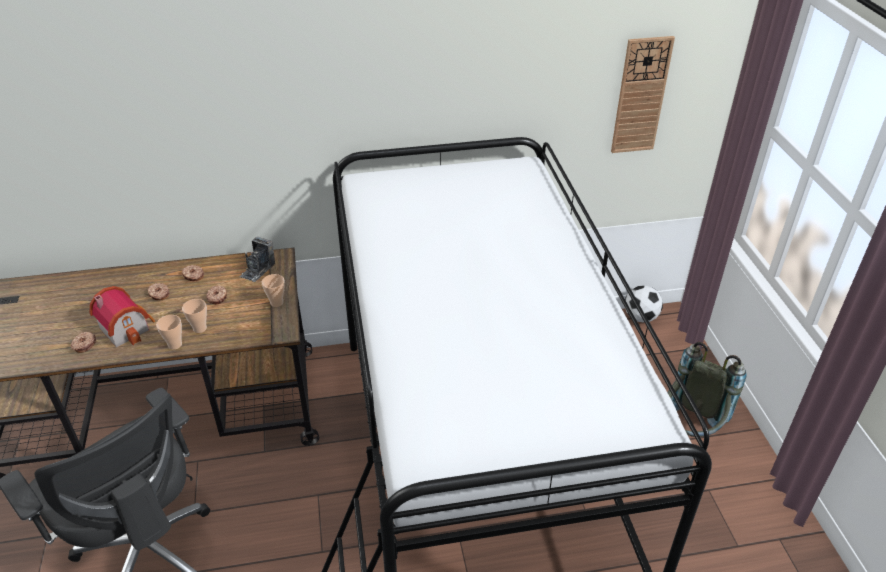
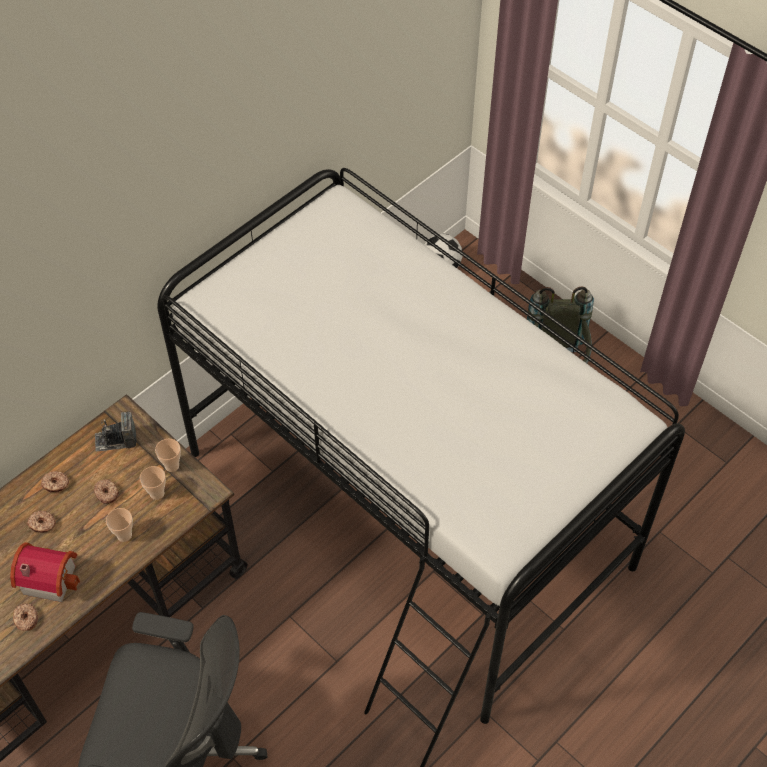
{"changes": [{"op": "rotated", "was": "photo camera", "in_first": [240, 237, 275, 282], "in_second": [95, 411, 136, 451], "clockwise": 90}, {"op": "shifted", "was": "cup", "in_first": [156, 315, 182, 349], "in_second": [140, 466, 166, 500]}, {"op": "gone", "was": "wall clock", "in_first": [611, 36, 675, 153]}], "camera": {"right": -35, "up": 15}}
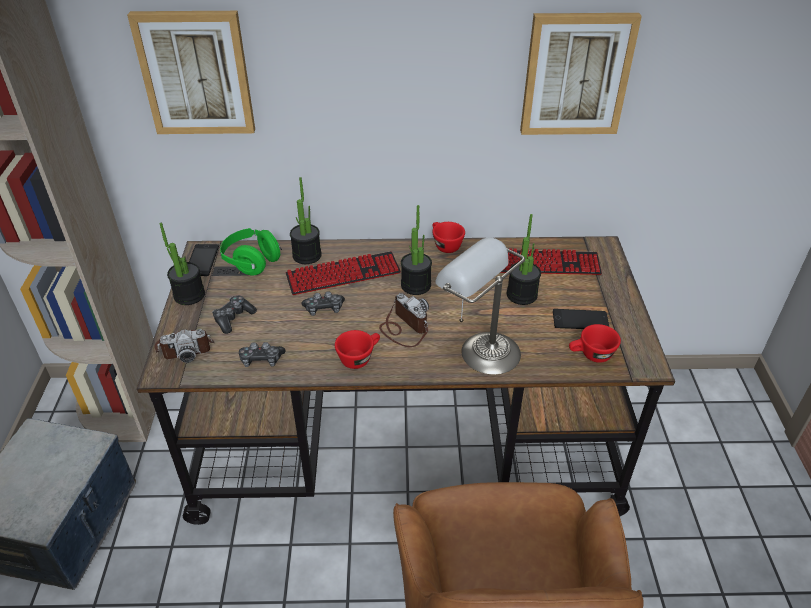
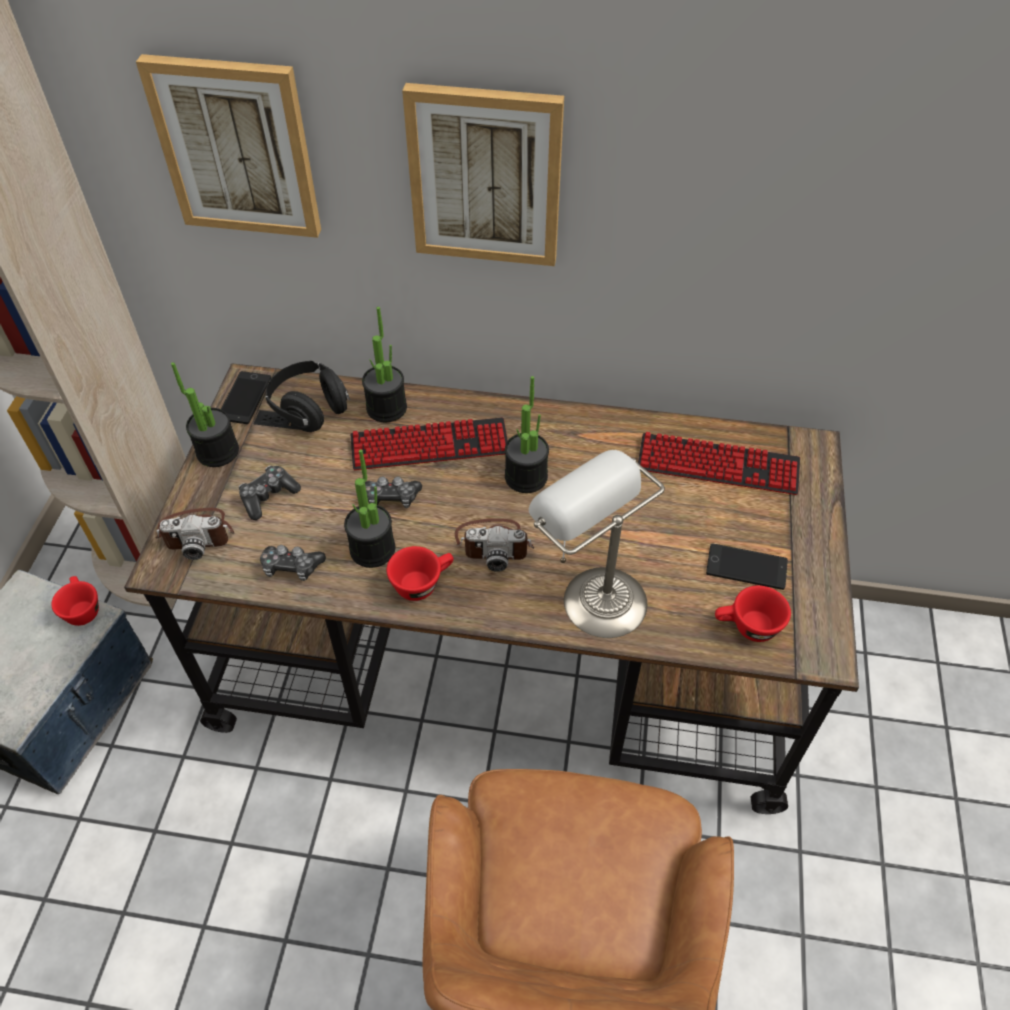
{"changes": [{"op": "shifted", "was": "cup (red-coloured)", "in_first": [432, 222, 465, 253], "in_second": [51, 576, 99, 626]}, {"op": "repainted", "was": "headphones (green)", "now": "headphones (black)", "in_first": [220, 228, 282, 275], "in_second": [265, 361, 350, 432]}, {"op": "shifted", "was": "houseplant", "in_first": [507, 214, 541, 305], "in_second": [344, 449, 395, 568]}, {"op": "shifted", "was": "wall picture", "in_first": [520, 13, 642, 135], "in_second": [402, 83, 564, 266]}, {"op": "rotated", "was": "photo camera", "in_first": [379, 293, 429, 347], "in_second": [455, 518, 534, 572], "clockwise": 120}], "camera": {"right": 10, "up": 10}}
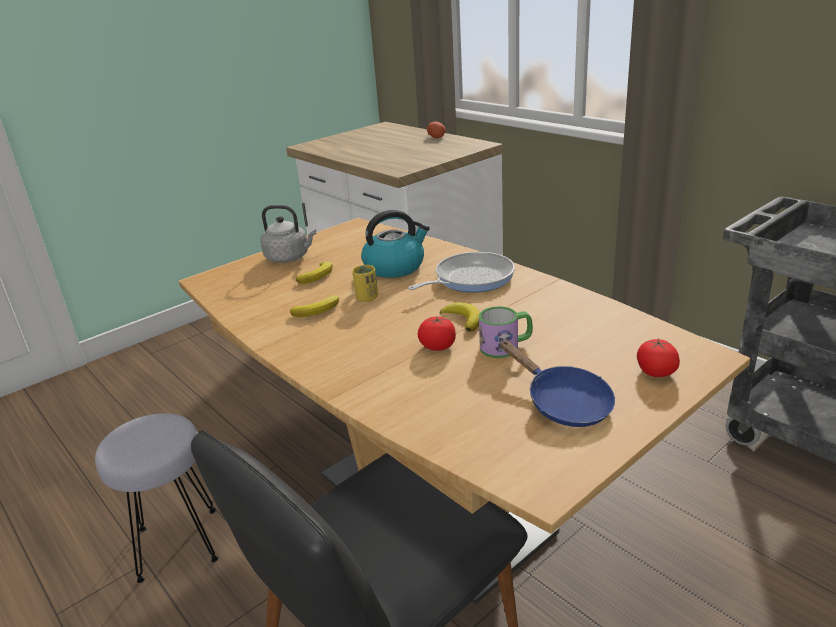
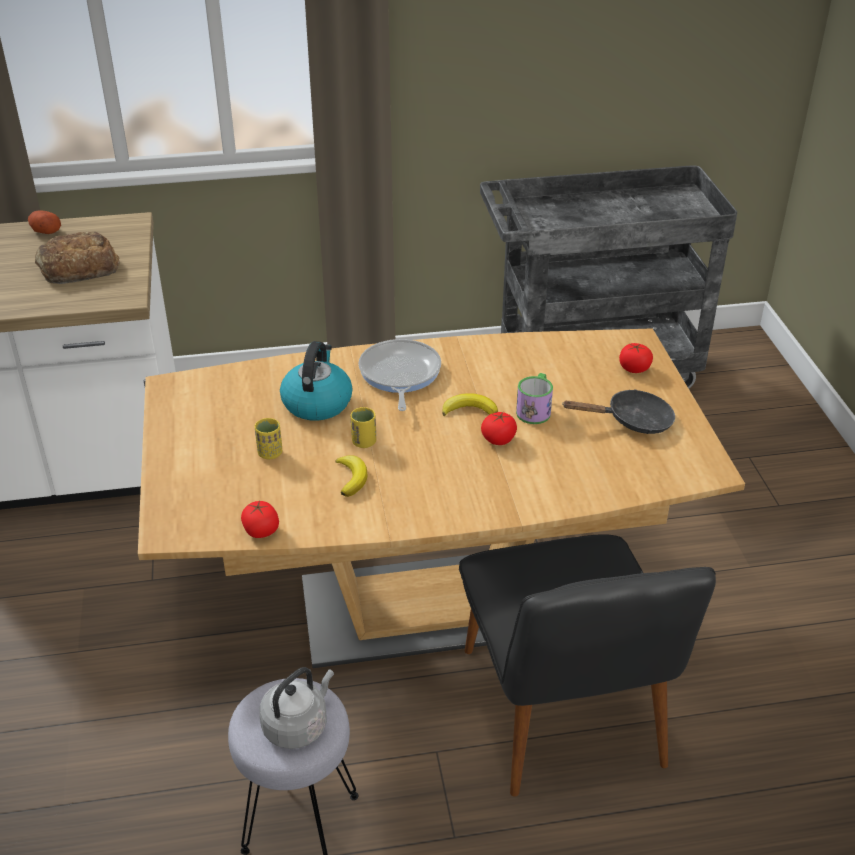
{"changes": [{"op": "new", "now": "bread", "in_second": [35, 232, 120, 284]}, {"op": "new", "now": "tomato", "in_second": [241, 500, 279, 538]}, {"op": "swapped", "was": "banana", "now": "cup (yellow)", "in_first": [296, 261, 333, 284], "in_second": [254, 418, 282, 459]}, {"op": "shifted", "was": "water kettle (greyish)", "in_first": [260, 205, 316, 263], "in_second": [259, 667, 334, 749]}, {"op": "repainted", "was": "frying pan (blue)", "now": "frying pan (black)", "in_first": [500, 340, 615, 427], "in_second": [562, 389, 675, 434]}], "camera": {"right": -60, "up": 10}}
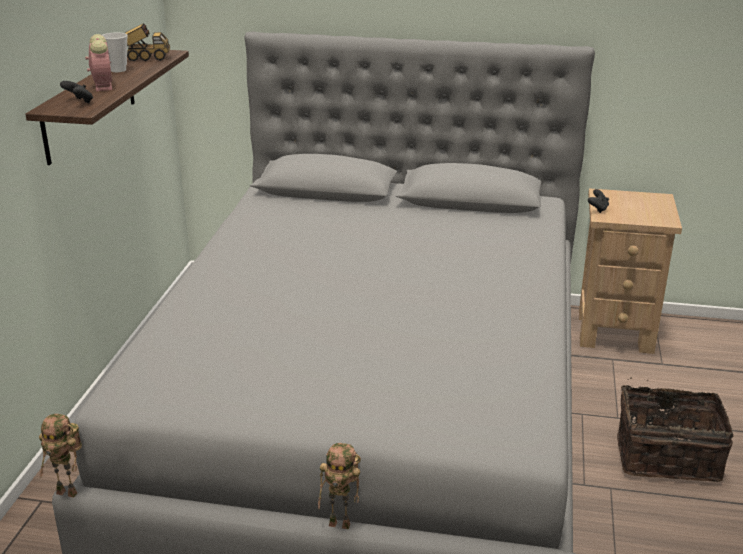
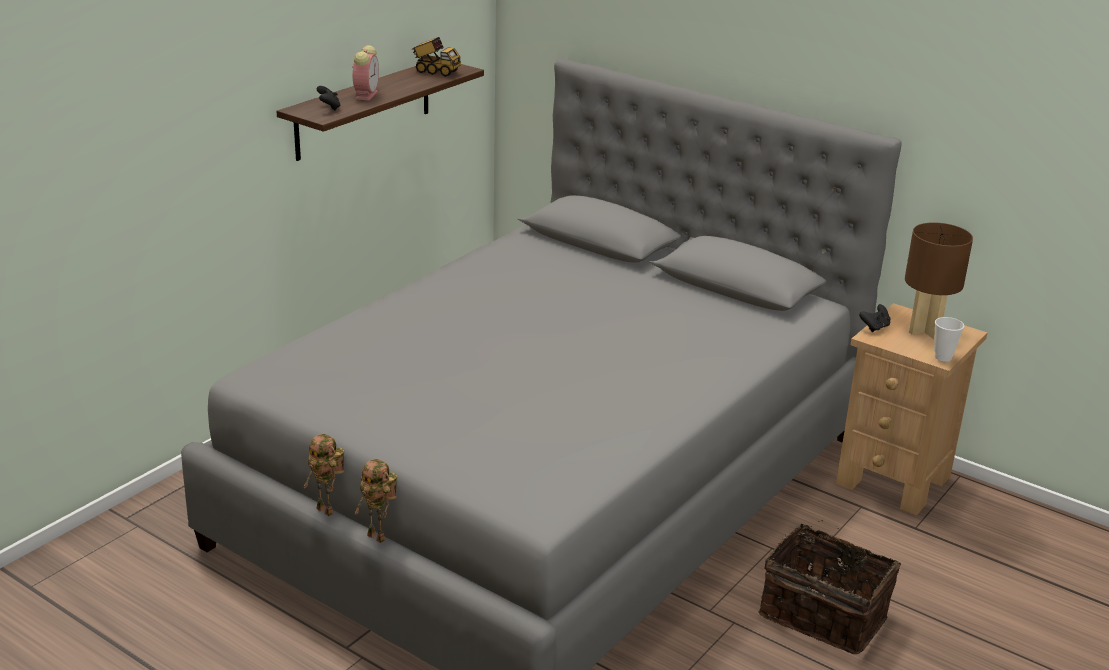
{"changes": [{"op": "shifted", "was": "robot figure", "in_first": [39, 414, 82, 498], "in_second": [303, 434, 344, 516]}, {"op": "new", "now": "tabletop lamp (brownish)", "in_second": [905, 222, 973, 339]}, {"op": "shifted", "was": "cup", "in_first": [102, 32, 128, 72], "in_second": [934, 317, 965, 362]}], "camera": {"right": 25, "up": 0}}
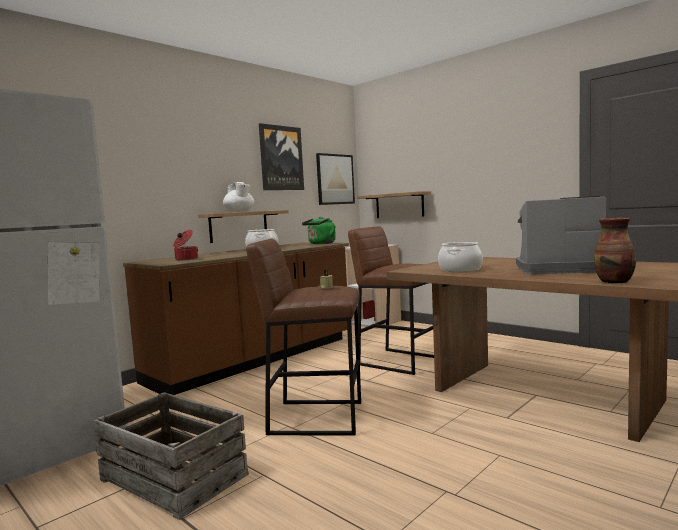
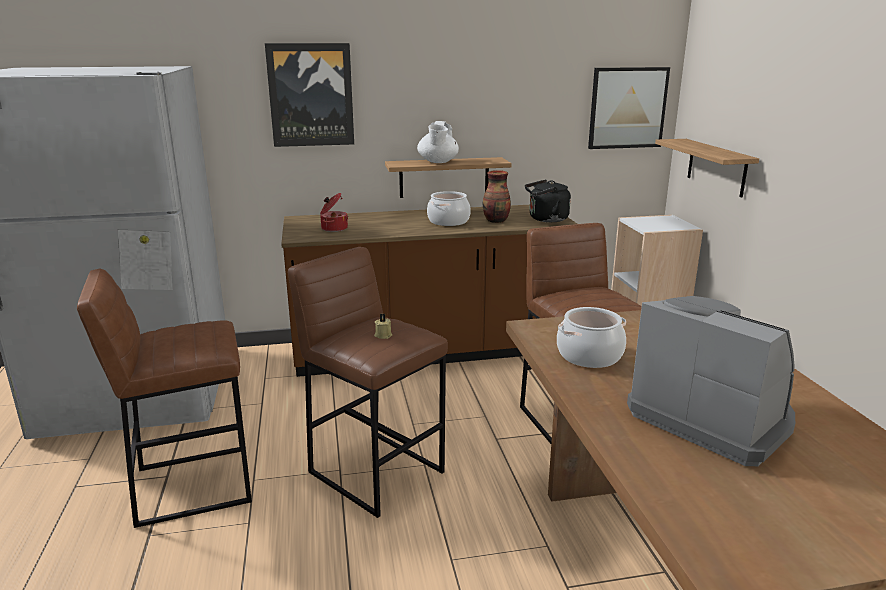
{"changes": [{"op": "swapped", "was": "crate", "now": "stool (brownish)", "in_first": [94, 392, 249, 520], "in_second": [77, 268, 252, 528]}, {"op": "shifted", "was": "wall picture", "in_first": [259, 123, 304, 190], "in_second": [265, 43, 354, 147]}, {"op": "shifted", "was": "vase", "in_first": [594, 218, 636, 283], "in_second": [483, 170, 511, 223]}, {"op": "repainted", "was": "water kettle (green)", "now": "water kettle (black)", "in_first": [302, 217, 336, 244], "in_second": [525, 180, 571, 222]}], "camera": {"right": 35, "up": 15}}
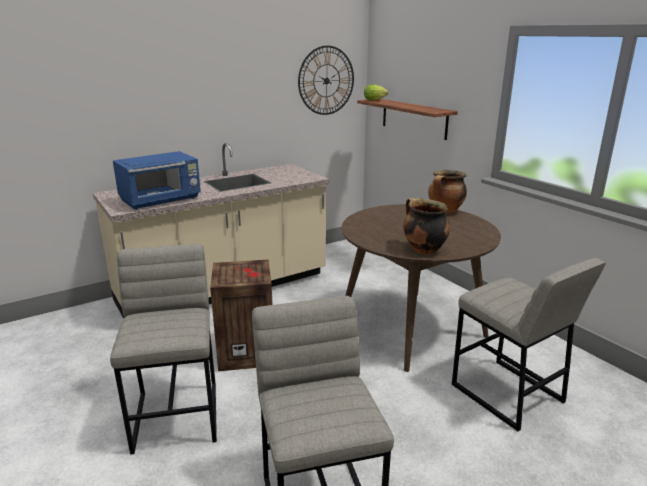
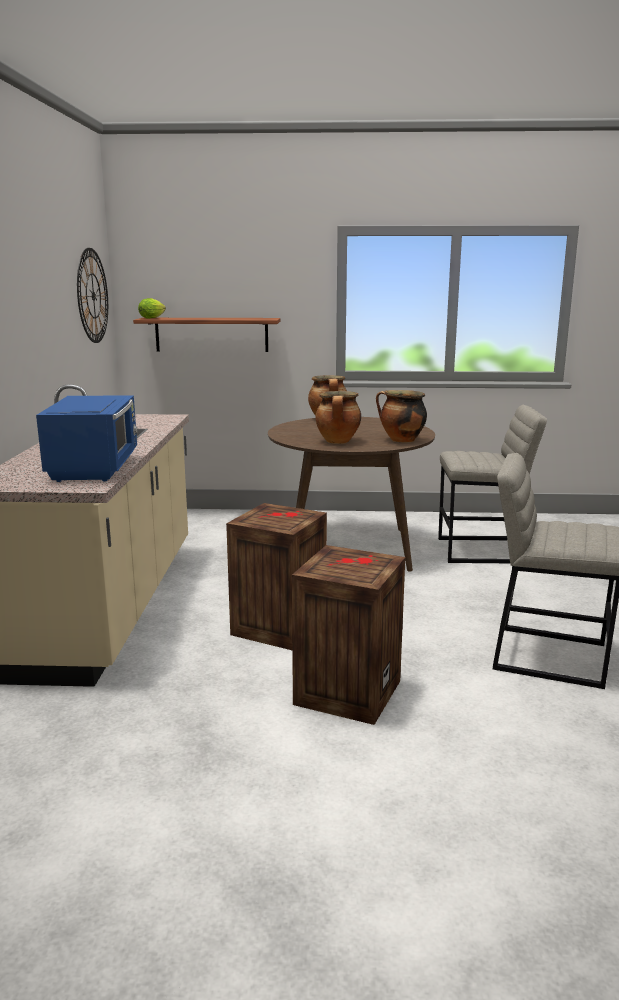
{"changes": [{"op": "swapped", "was": "chair (greyish)", "now": "crate", "in_first": [110, 244, 217, 455], "in_second": [292, 545, 405, 725]}, {"op": "new", "now": "saucepot", "in_second": [316, 391, 361, 444]}], "camera": {"right": -55, "up": -5}}
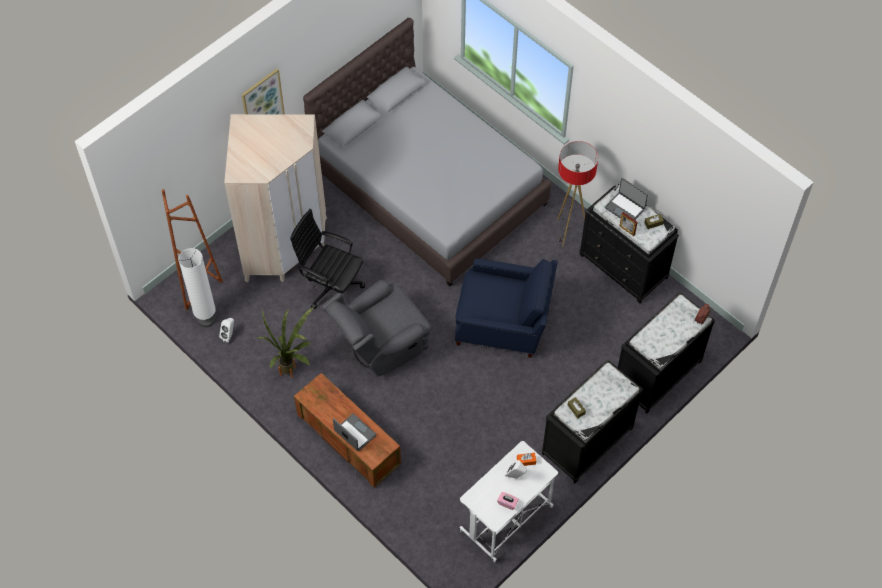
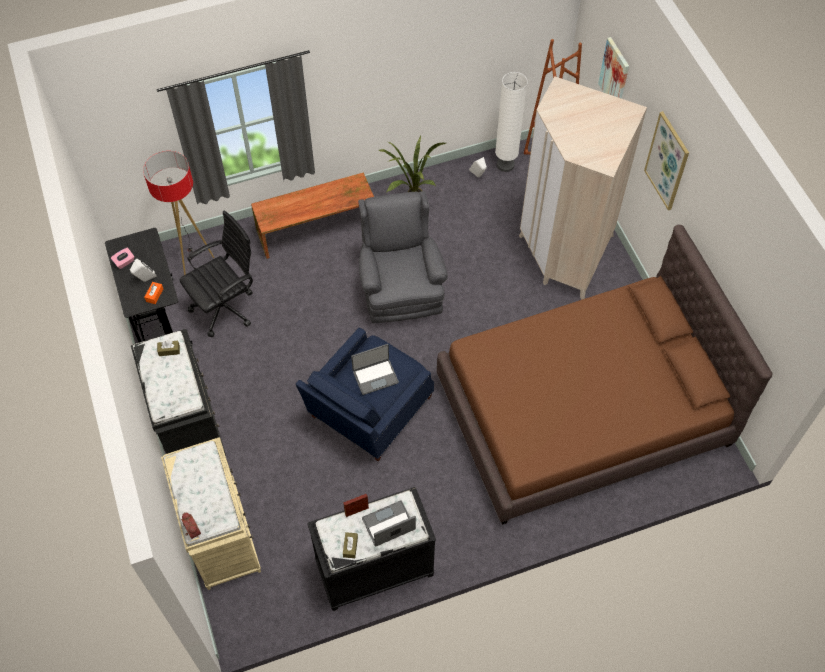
{"changes": [{"op": "repainted", "was": "desk table (white-coloured)", "now": "desk table (black)", "in_first": [459, 441, 558, 562], "in_second": [105, 228, 193, 346]}, {"op": "shifted", "was": "floor lamp", "in_first": [557, 141, 598, 247], "in_second": [143, 151, 214, 275]}, {"op": "repainted", "was": "dresser (black)", "now": "dresser (sand-coloured)", "in_first": [618, 292, 715, 414], "in_second": [161, 438, 261, 590]}, {"op": "shifted", "was": "office chair (black)", "in_first": [290, 209, 365, 309], "in_second": [180, 211, 253, 337]}, {"op": "shifted", "was": "laptop", "in_first": [333, 413, 377, 451], "in_second": [351, 344, 399, 395]}, {"op": "repainted", "was": "bedroom bed (greyish)", "now": "bedroom bed (brownish)", "in_first": [303, 18, 551, 286], "in_second": [436, 225, 772, 525]}, {"op": "new", "now": "wall picture", "in_second": [598, 37, 629, 99]}], "camera": {"right": 115, "up": 0}}
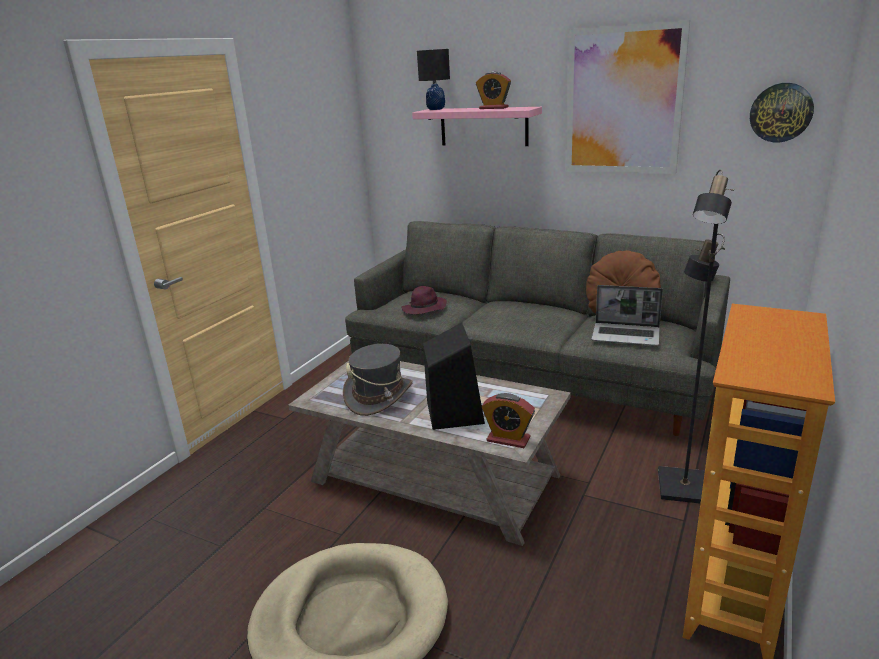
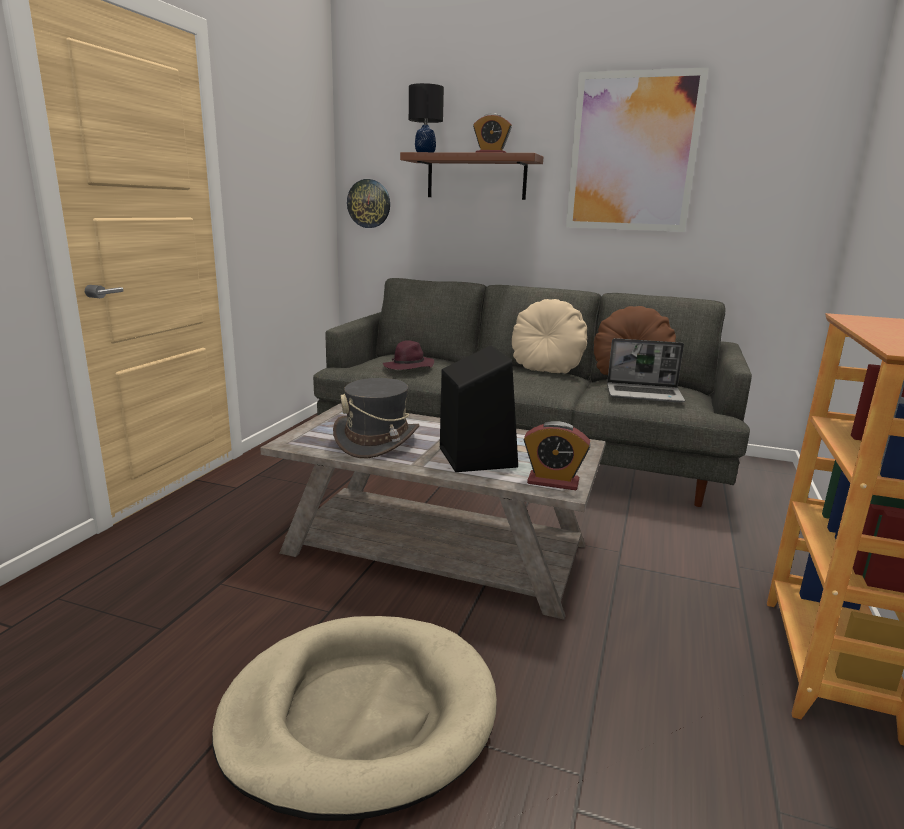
{"changes": [{"op": "shifted", "was": "wall clock", "in_first": [750, 83, 814, 142], "in_second": [347, 179, 390, 228]}, {"op": "repainted", "was": "bracket shelf (pink)", "now": "bracket shelf (brownish)", "in_first": [412, 107, 542, 146], "in_second": [400, 152, 543, 200]}, {"op": "new", "now": "cushion (sand-coloured)", "in_second": [512, 299, 587, 373]}, {"op": "gone", "was": "floor lamp (black)", "in_first": [658, 170, 734, 504]}], "camera": {"right": -10, "up": -5}}
